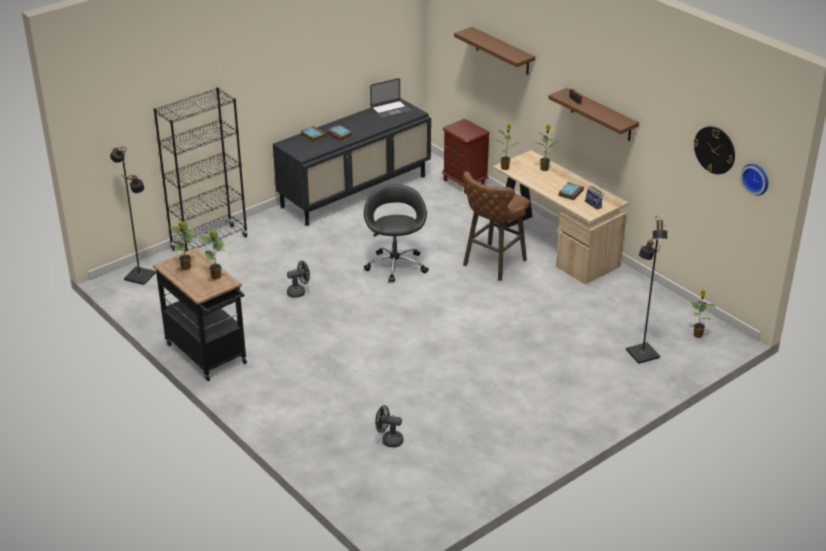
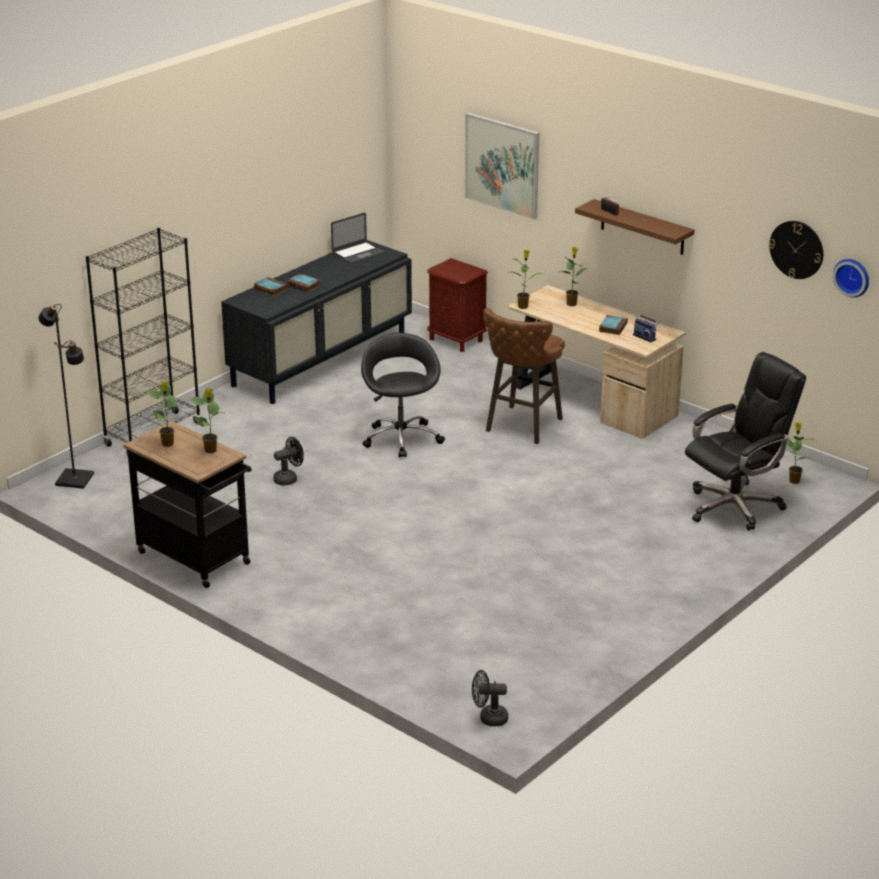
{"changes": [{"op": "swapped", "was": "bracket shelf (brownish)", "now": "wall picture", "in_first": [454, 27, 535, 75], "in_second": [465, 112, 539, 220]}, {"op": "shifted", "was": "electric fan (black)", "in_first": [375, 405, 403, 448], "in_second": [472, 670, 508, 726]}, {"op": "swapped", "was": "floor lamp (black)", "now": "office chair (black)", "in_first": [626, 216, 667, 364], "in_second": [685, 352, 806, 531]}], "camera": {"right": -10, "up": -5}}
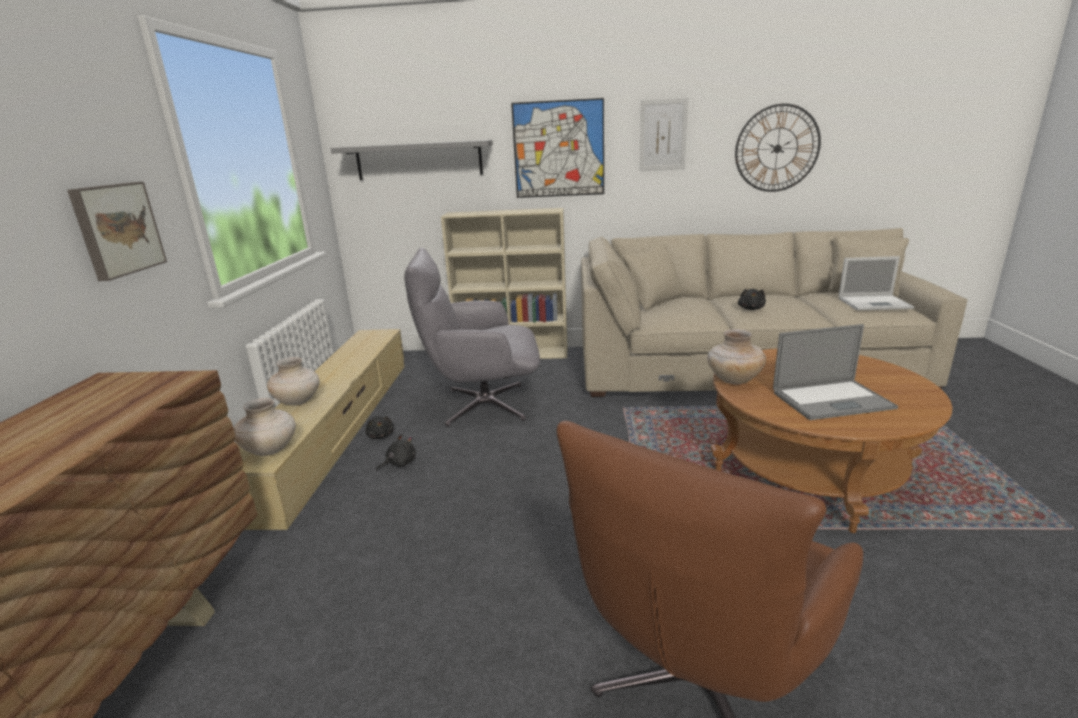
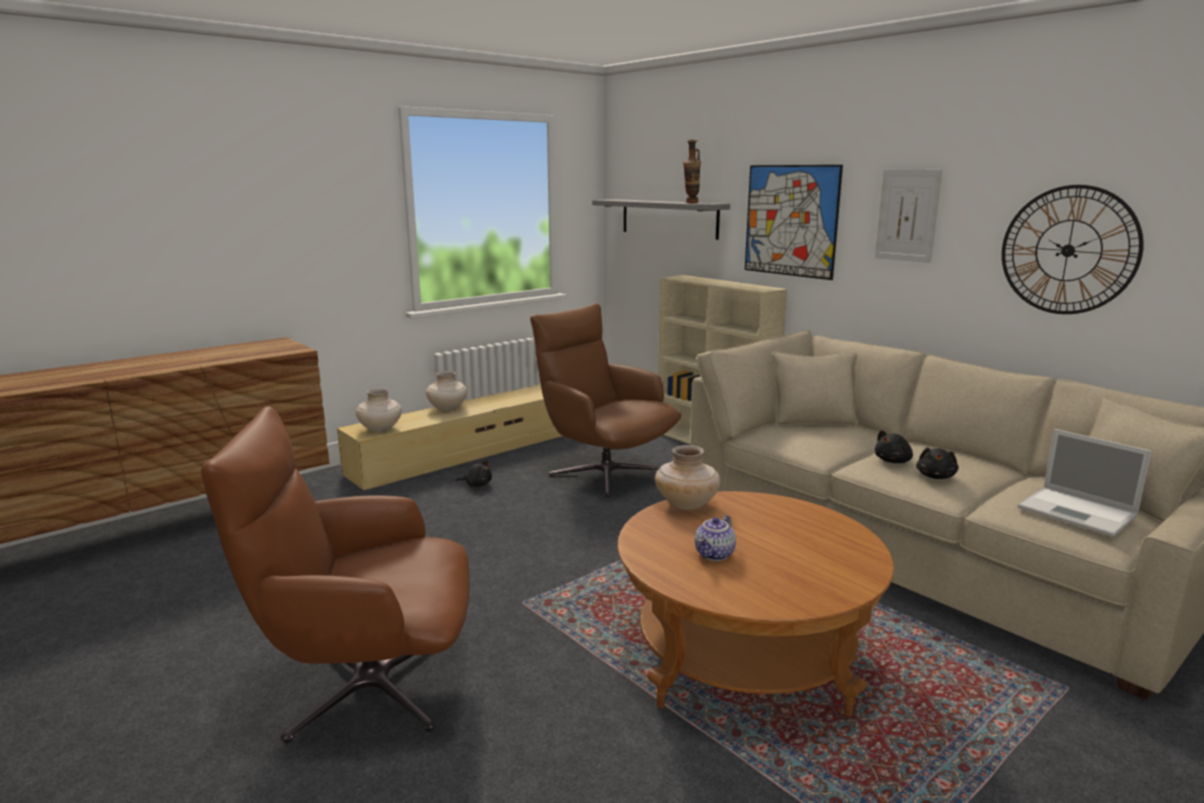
{"changes": [{"op": "repainted", "was": "lounge chair (greyish)", "now": "lounge chair (brownish)", "in_first": [404, 248, 540, 427], "in_second": [530, 303, 681, 497]}, {"op": "new", "now": "vase", "in_second": [683, 140, 701, 203]}, {"op": "swapped", "was": "laptop", "now": "tea pot", "in_first": [773, 324, 898, 420], "in_second": [695, 515, 736, 561]}, {"op": "shifted", "was": "cuddly toy (black)", "in_first": [365, 416, 394, 439], "in_second": [916, 447, 958, 479]}, {"op": "gone", "was": "wall picture", "in_first": [67, 182, 167, 281]}], "camera": {"right": 45, "up": -5}}
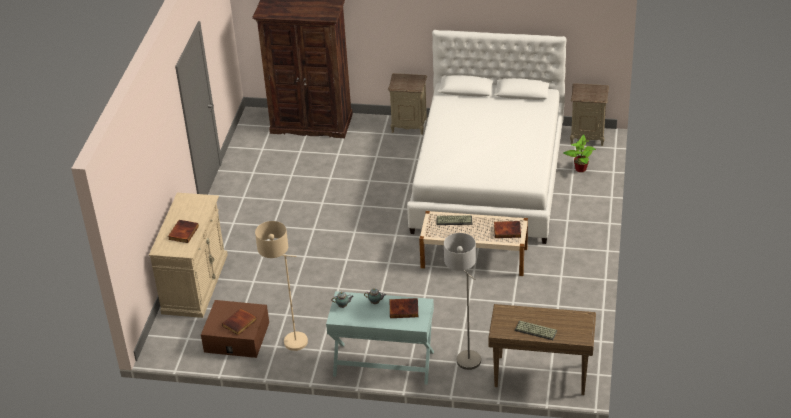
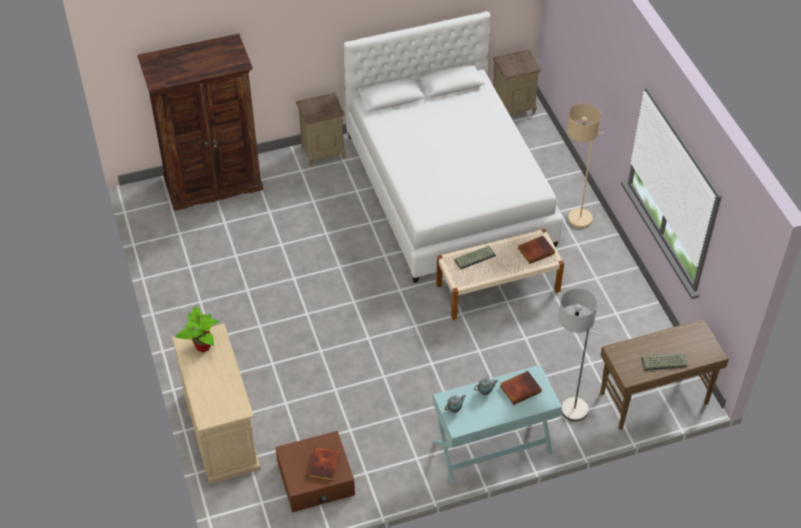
{"changes": [{"op": "shifted", "was": "houseplant", "in_first": [563, 134, 596, 172], "in_second": [175, 307, 219, 352]}, {"op": "shifted", "was": "floor lamp (sand-coloured)", "in_first": [255, 221, 308, 351], "in_second": [567, 103, 604, 228]}, {"op": "gone", "was": "bound book", "in_first": [168, 220, 199, 243]}], "camera": {"right": -30, "up": 10}}
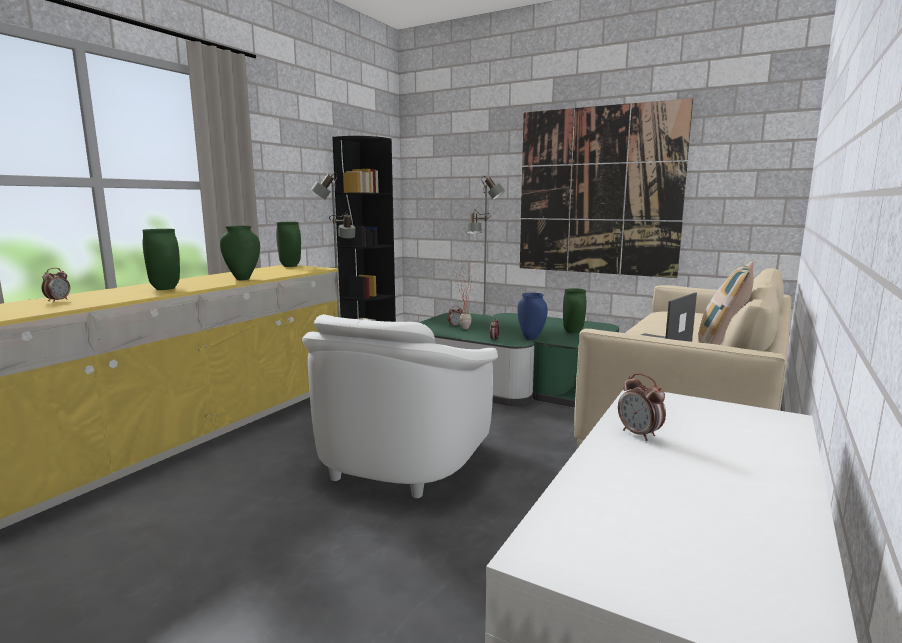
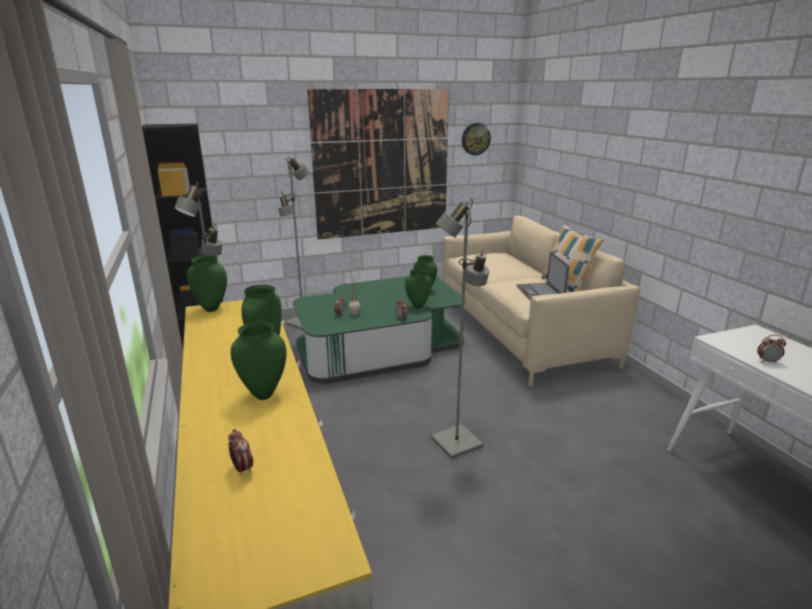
{"changes": [{"op": "repainted", "was": "vase (blue)", "now": "vase (green)", "in_first": [518, 293, 548, 340], "in_second": [405, 269, 432, 309]}, {"op": "swapped", "was": "lounge chair (white-coloured)", "now": "floor lamp (greyish)", "in_first": [302, 314, 498, 498], "in_second": [431, 199, 489, 459]}, {"op": "new", "now": "wall clock", "in_second": [462, 123, 491, 156]}], "camera": {"right": -50, "up": 10}}
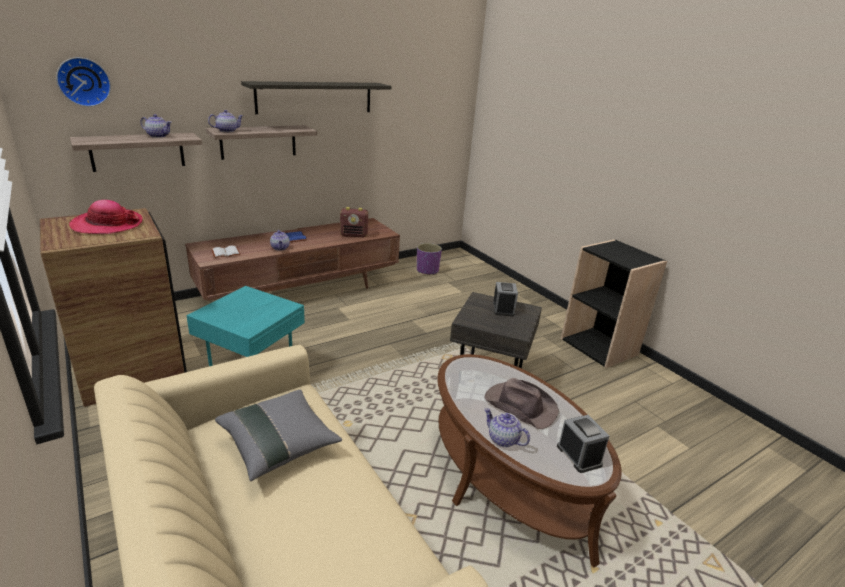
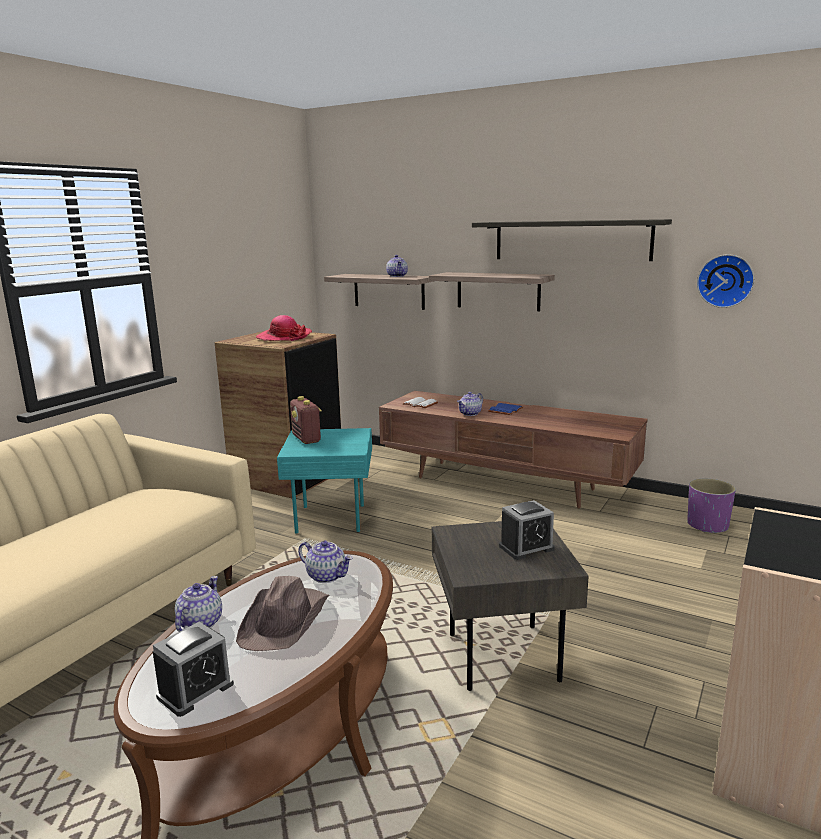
{"changes": [{"op": "shifted", "was": "radio", "in_first": [340, 207, 368, 237], "in_second": [290, 396, 322, 444]}, {"op": "shifted", "was": "tea pot", "in_first": [208, 110, 244, 132], "in_second": [298, 541, 353, 583]}, {"op": "shifted", "was": "wall clock", "in_first": [56, 57, 111, 107], "in_second": [697, 254, 755, 308]}, {"op": "gone", "was": "cushion (greyish)", "in_first": [215, 390, 342, 481]}], "camera": {"right": 65, "up": -10}}
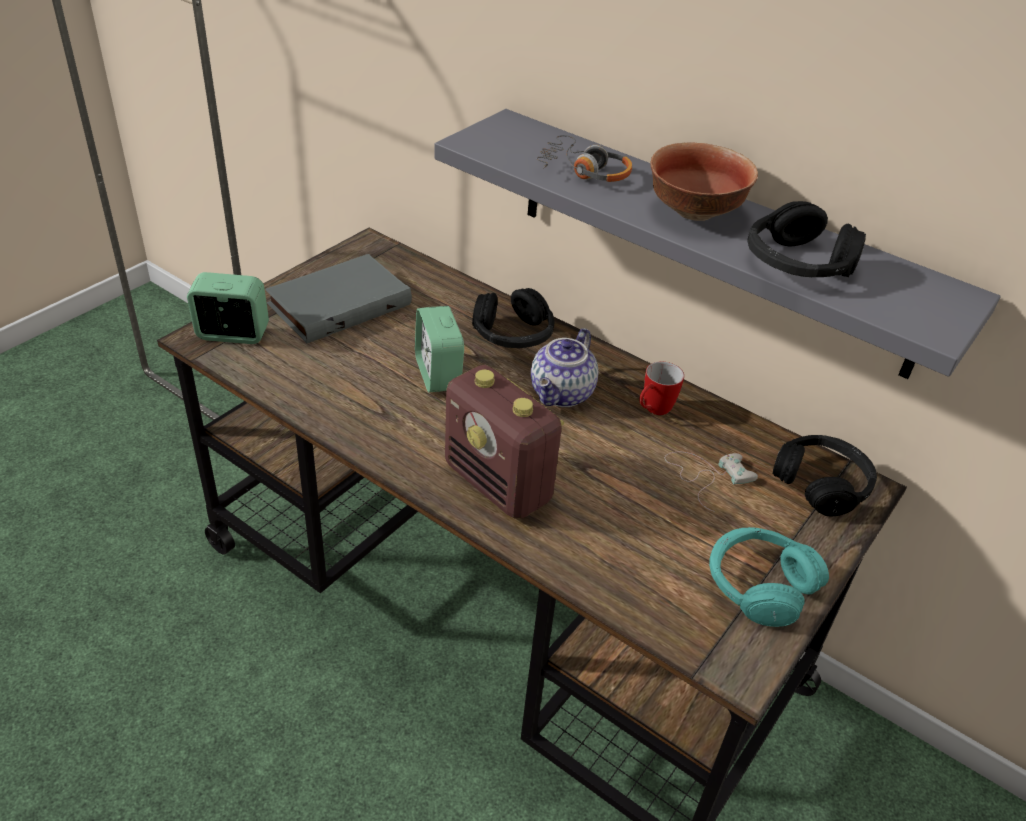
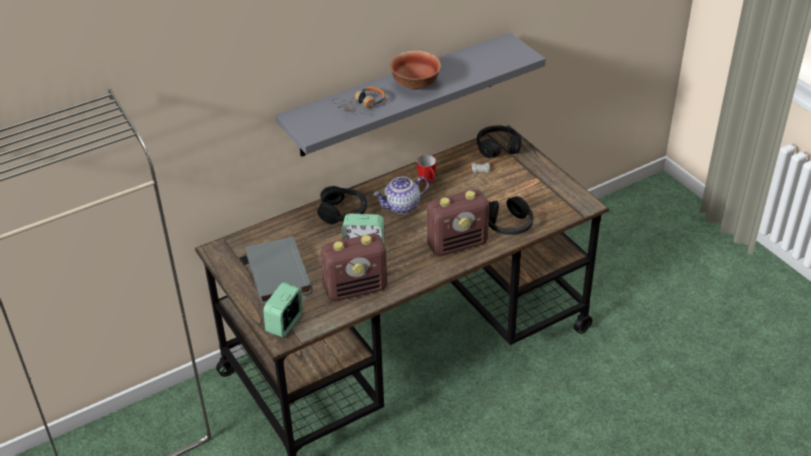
{"changes": [{"op": "new", "now": "radio", "in_second": [321, 233, 387, 301]}, {"op": "rotated", "was": "tea pot", "in_first": [531, 328, 598, 407], "in_second": [373, 177, 429, 214], "clockwise": 105}, {"op": "shifted", "was": "headphones (black)", "in_first": [748, 201, 866, 277], "in_second": [488, 196, 533, 235]}, {"op": "gone", "was": "headphones (turquoise-coloured)", "in_first": [709, 527, 829, 627]}], "camera": {"right": -65, "up": 0}}
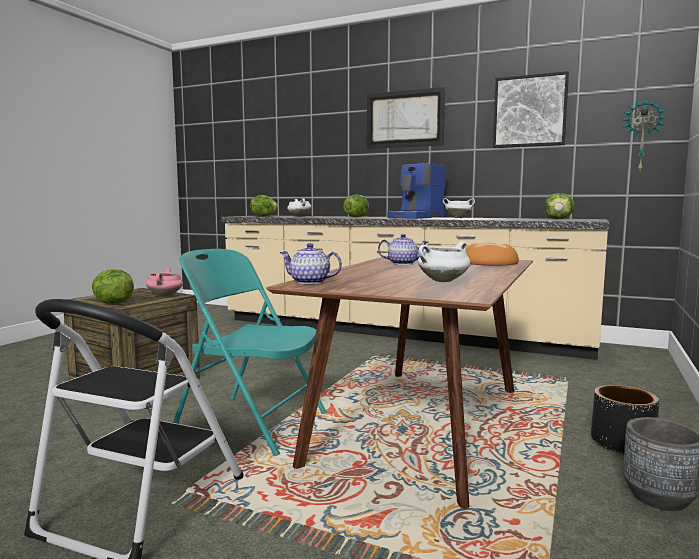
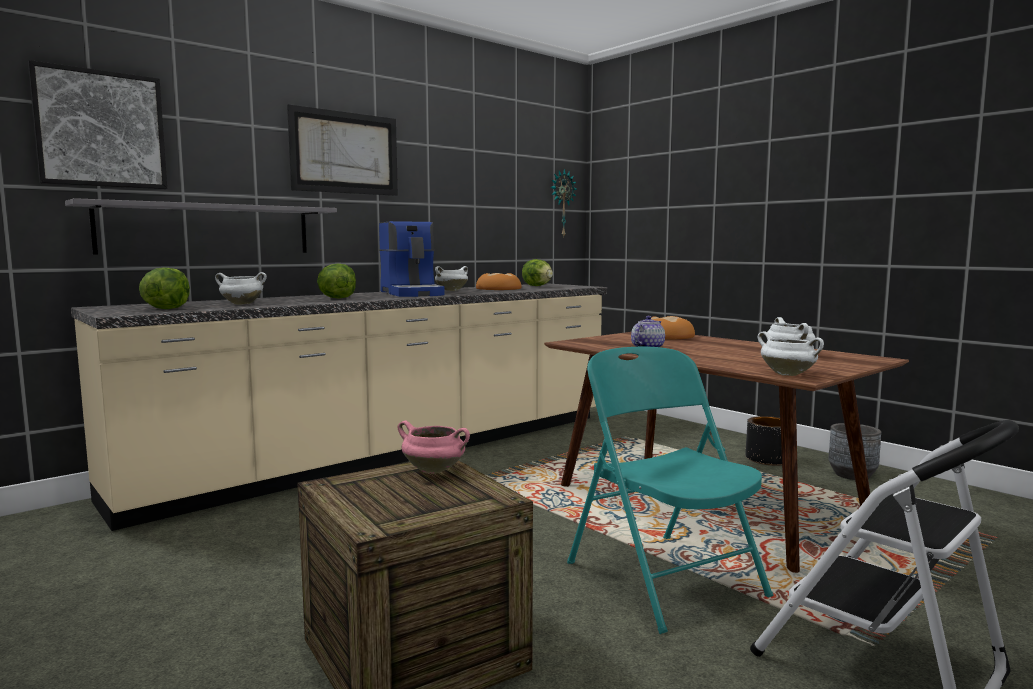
{"changes": [{"op": "shifted", "was": "wall picture", "in_first": [493, 71, 569, 148], "in_second": [28, 60, 167, 189]}, {"op": "new", "now": "bracket shelf (greyish)", "in_second": [65, 198, 337, 255]}, {"op": "new", "now": "bread", "in_second": [476, 273, 522, 290]}, {"op": "rotated", "was": "chair (turquoise-coloured)", "in_first": [173, 249, 327, 456], "in_second": [567, 347, 774, 634], "clockwise": 105}, {"op": "swapped", "was": "tea pot", "now": "saucepot (white-coloured)", "in_first": [280, 243, 342, 284], "in_second": [758, 331, 824, 376]}, {"op": "gone", "was": "lettuce", "in_first": [92, 269, 134, 303]}], "camera": {"right": -65, "up": 0}}
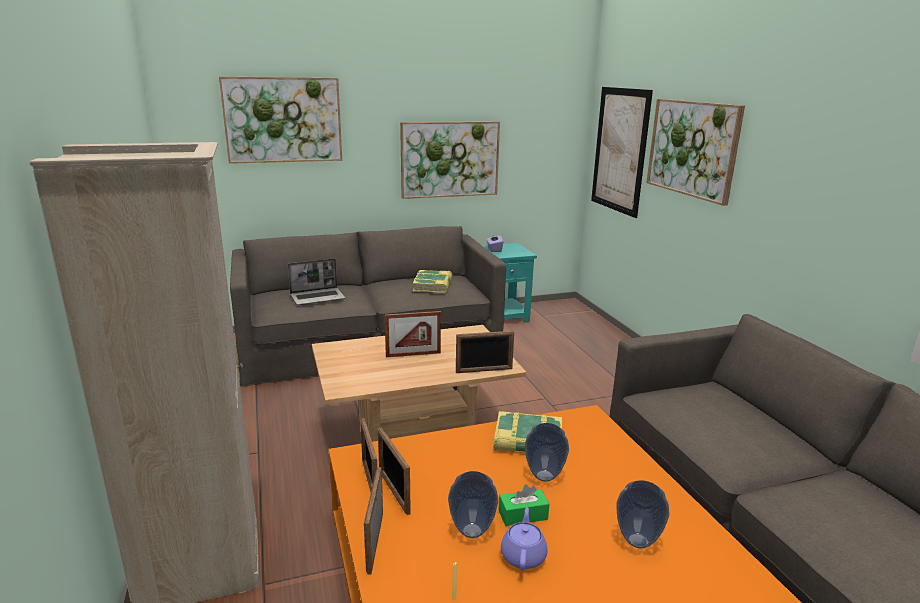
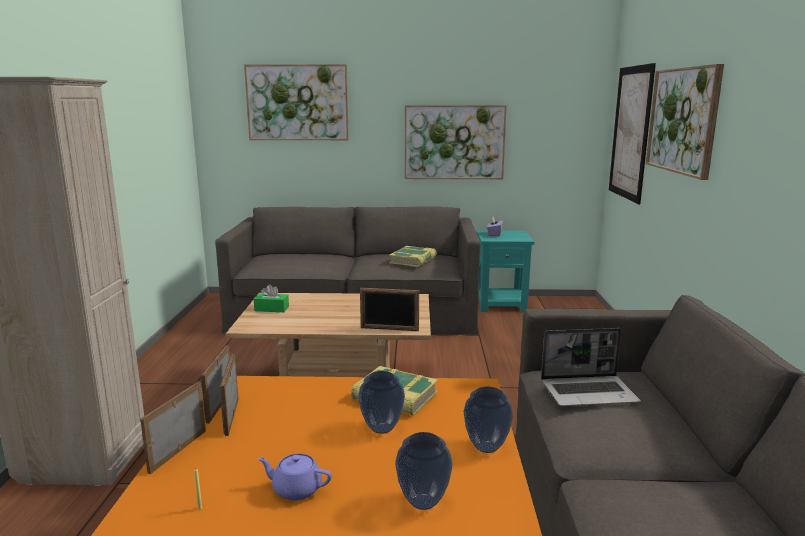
{"changes": [{"op": "shifted", "was": "tissue box (green)", "in_first": [499, 484, 549, 526], "in_second": [254, 284, 289, 312]}, {"op": "rotated", "was": "tea pot (purple-coloured)", "in_first": [501, 507, 548, 570], "in_second": [257, 454, 332, 500], "clockwise": -105}, {"op": "shifted", "was": "vase", "in_first": [448, 471, 498, 538], "in_second": [464, 387, 513, 453]}, {"op": "shifted", "was": "laptop", "in_first": [288, 258, 345, 305], "in_second": [541, 328, 641, 406]}, {"op": "gone", "was": "standing frame", "in_first": [385, 311, 441, 357]}], "camera": {"right": 20, "up": -5}}
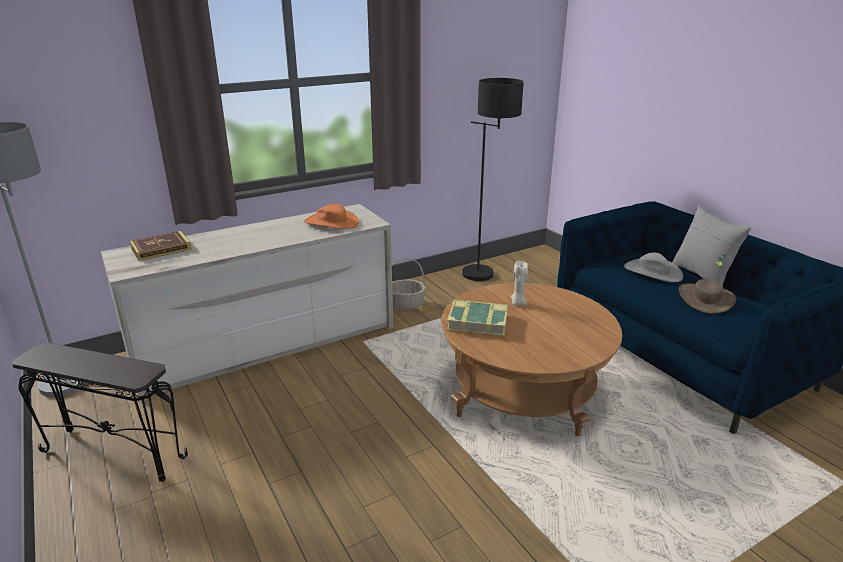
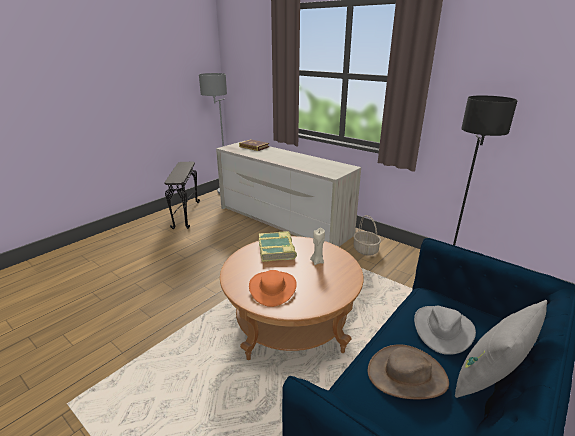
{"changes": [{"op": "shifted", "was": "wearable hat (orange)", "in_first": [304, 204, 359, 229], "in_second": [249, 270, 297, 307]}], "camera": {"right": 70, "up": 0}}
